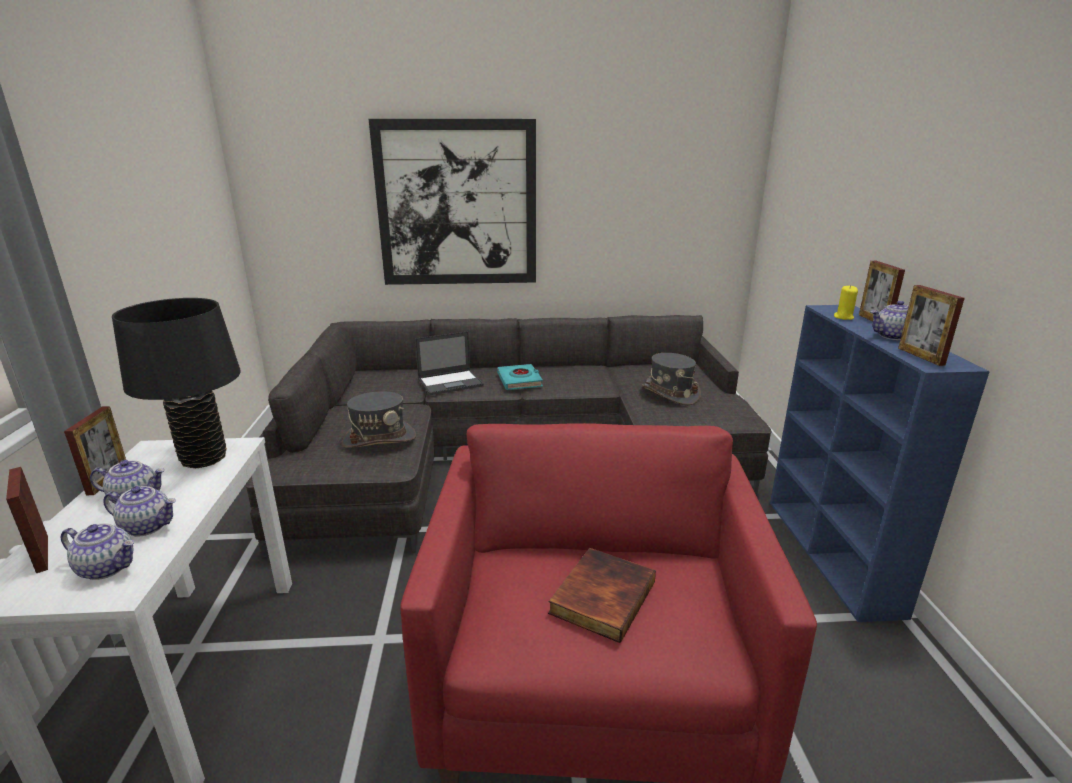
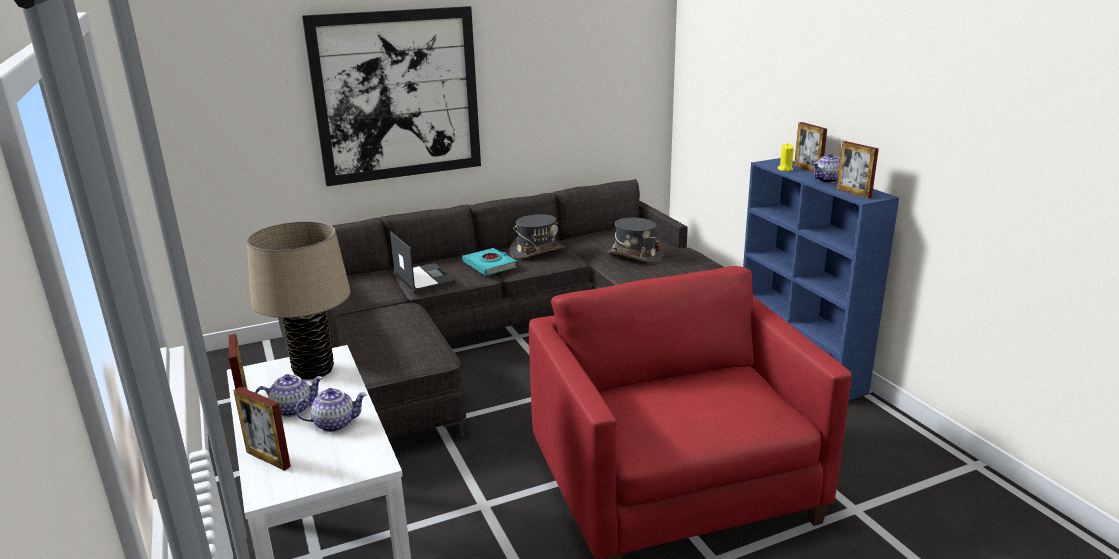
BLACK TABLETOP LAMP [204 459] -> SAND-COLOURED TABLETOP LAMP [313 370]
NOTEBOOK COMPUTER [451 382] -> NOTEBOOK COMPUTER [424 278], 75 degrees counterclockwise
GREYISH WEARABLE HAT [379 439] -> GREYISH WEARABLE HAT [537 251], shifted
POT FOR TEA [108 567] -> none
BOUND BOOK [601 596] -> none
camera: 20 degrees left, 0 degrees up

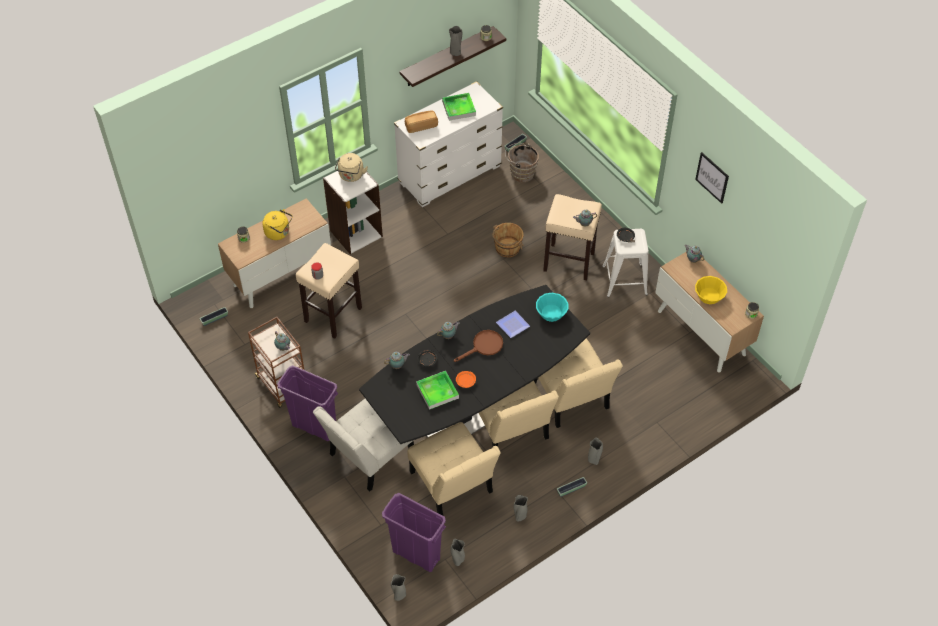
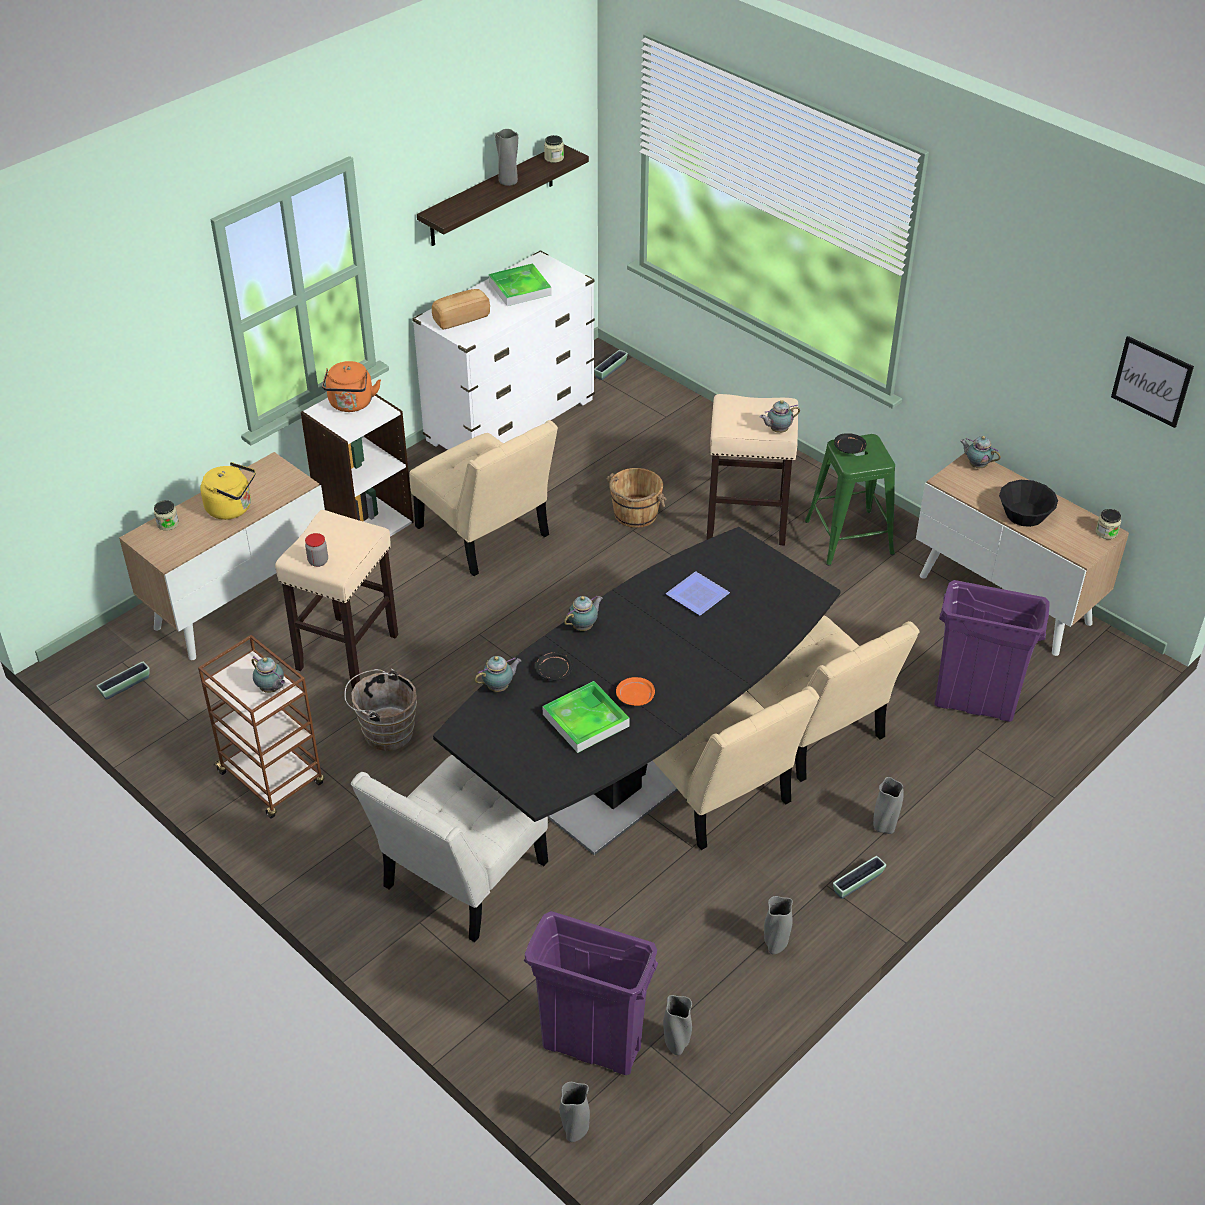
BROWN-COLOURED BUCKET [520 173] -> BROWN-COLOURED BUCKET [384 731], shifted
WALL ART [712 177] -> WALL ART [1152 381], shifted
SAND-COLOURED KETTLE [351 176] -> ORANGE KETTLE [351 404]
WHITISH SITTING STOOL [624 280] -> GREEN-COLOURED SITTING STOOL [849 537]
YELLOW SERVING BOWL [709 295] -> BLACK SERVING BOWL [1024 514]
TURQUOISE-COLOURED SERVING BOWL [551 313] -> none
BROWN-COLOURED FRYING PAN [484 346] -> none
PURPLE-COLOURED WASTE BIN [314 427] -> PURPLE-COLOURED WASTE BIN [975 704], shifted
SAND-COLOURED UPRIGHT CHAIR [453 486] -> SAND-COLOURED UPRIGHT CHAIR [486 536], shifted
camera: 10 degrees left, 10 degrees down

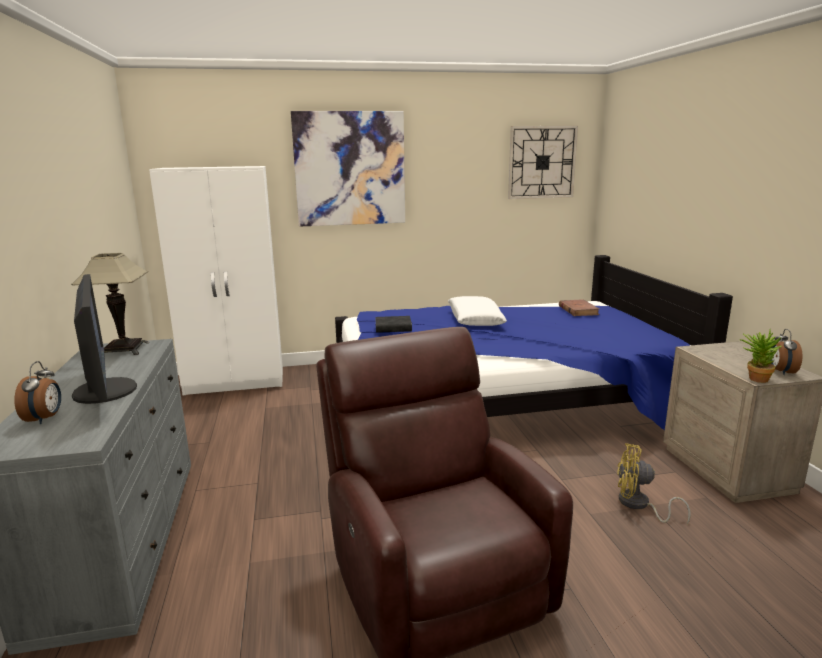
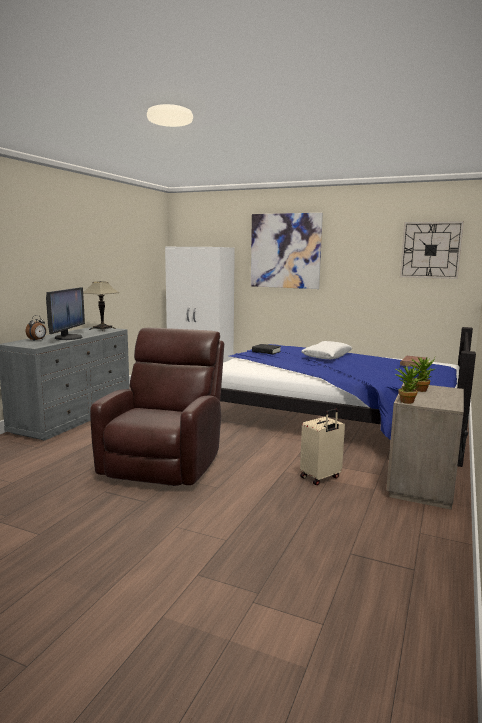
BEDSIDE CLOCK [781 372] -> none
YELLOW COOLING FAN [639 505] -> SAND-COLOURED PIECE OF LUGGAGE [321 477]
none -> POTTED PLANT [420 389]
camera: 35 degrees right, 5 degrees down

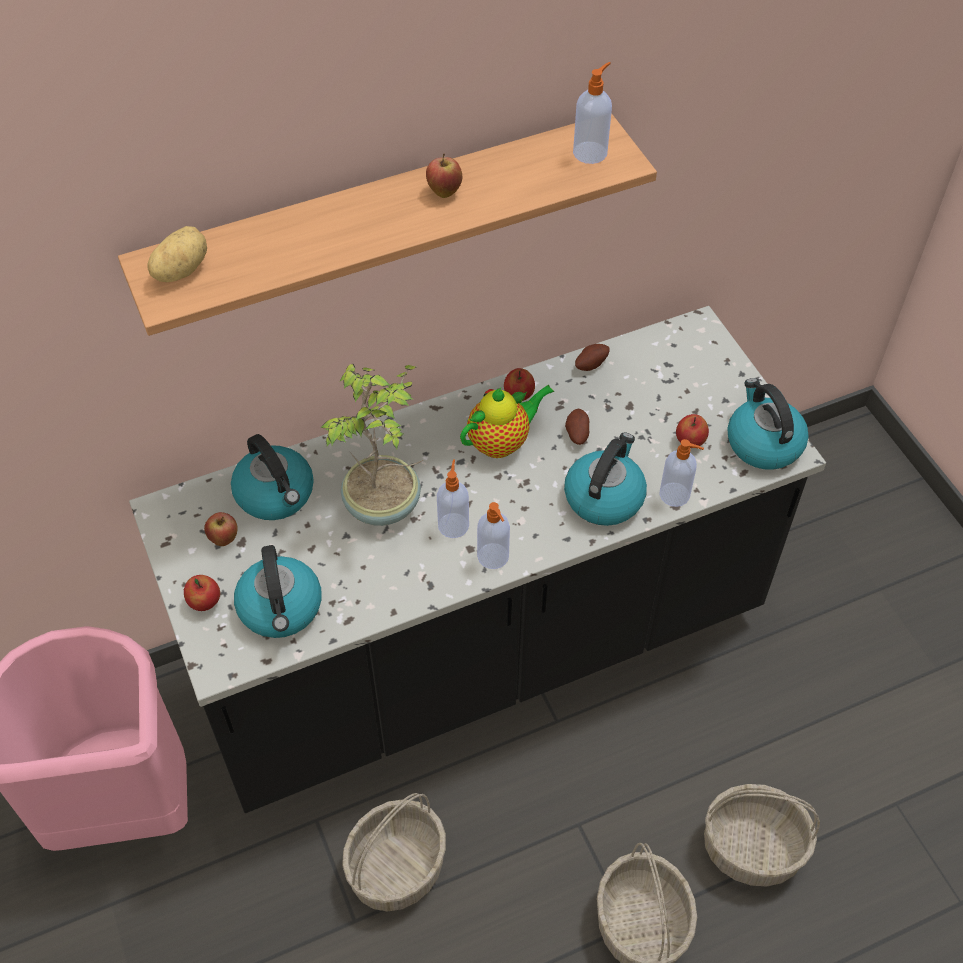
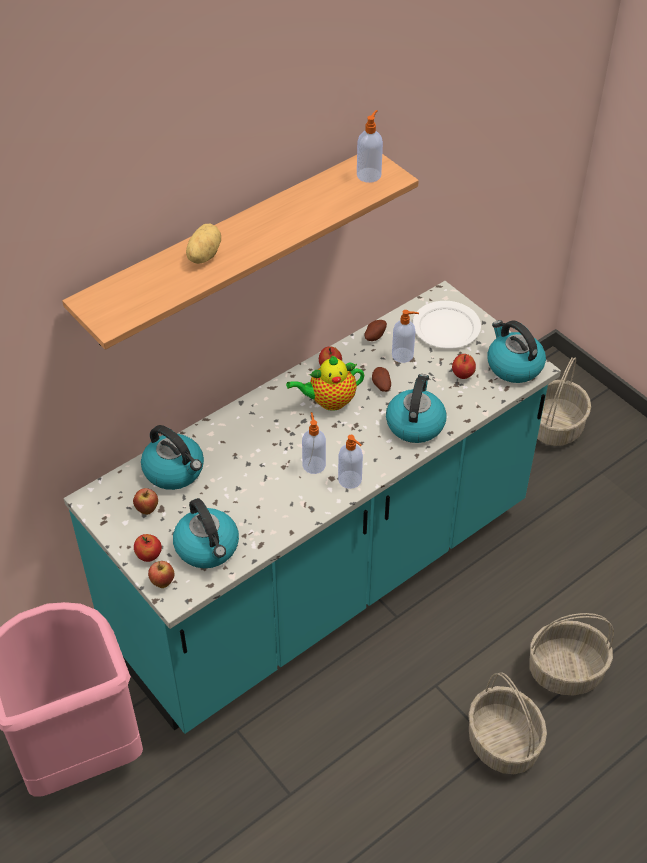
WHOLE APPLE [444 192] -> WHOLE APPLE [162 582], shifted
POTATO [180 270] -> POTATO [203 255], shifted
BLACK COUNTER [481 648] -> TURQUOISE-COLOURED COUNTER [323 577]
POTTED PLANT [384 505] -> none
POT FOR TEA [502 442] -> POT FOR TEA [329 401], 150 degrees counterclockwise
SOAP DISPENSER [675 495] -> SOAP DISPENSER [403 355], shifted
BASKET [397 866] -> BASKET [554 426], shifted
none -> WHITISH FLAT DISH [447 327]
camera: 15 degrees left, 5 degrees down

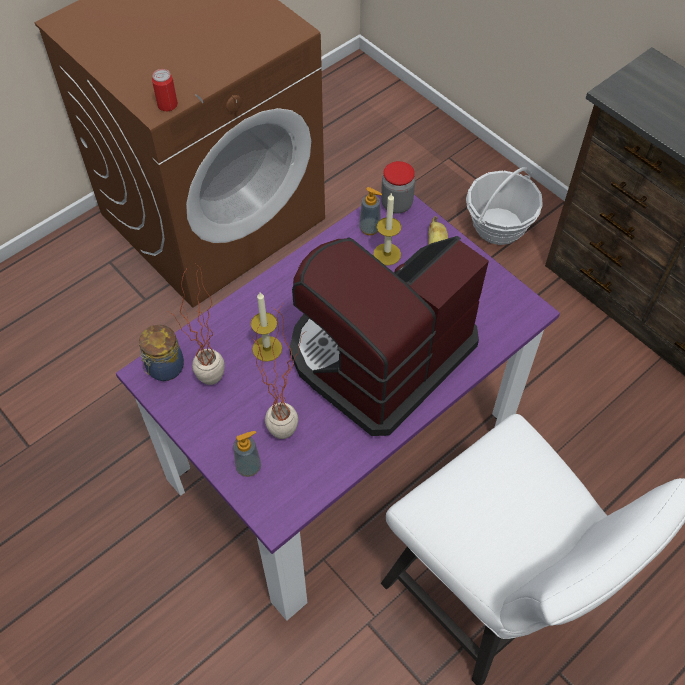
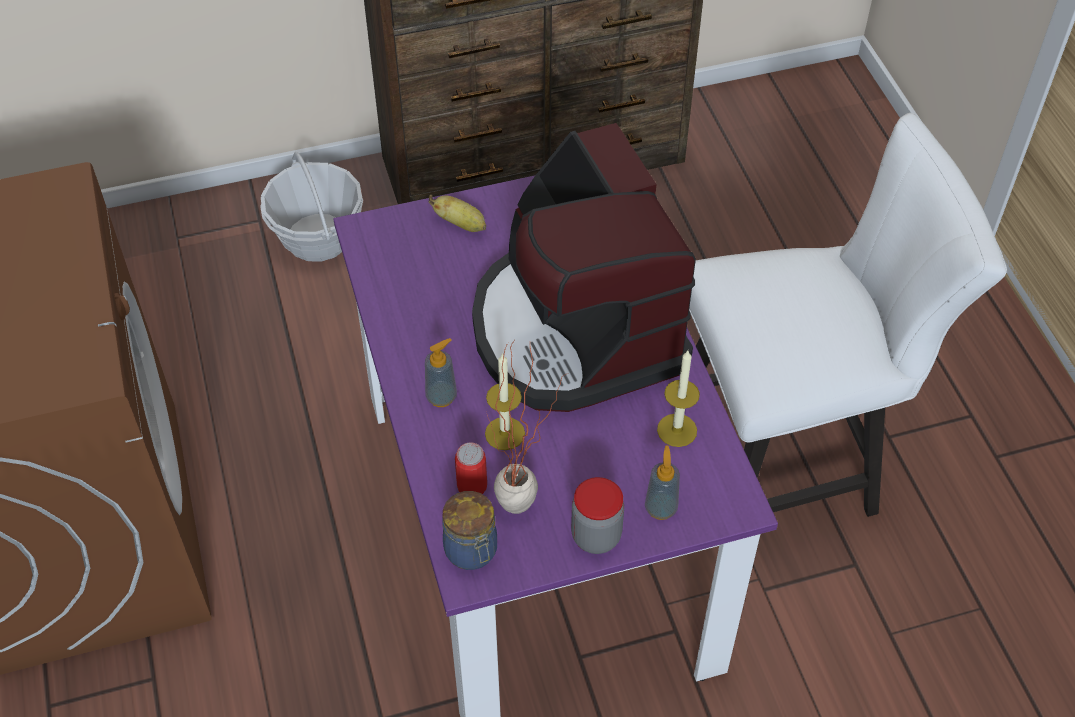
SEALED CAN [167 105] -> SEALED CAN [472 485], shifted
STORAGE JAR [396 204] -> STORAGE JAR [596 536], shifted
SOAP DISPENSER [369 228] -> SOAP DISPENSER [441 397], shifted
CANDLE [387 254] -> CANDLE [677 430], shifted
POTTED PLANT [289 424] -> none
camera: 65 degrees left, 5 degrees down

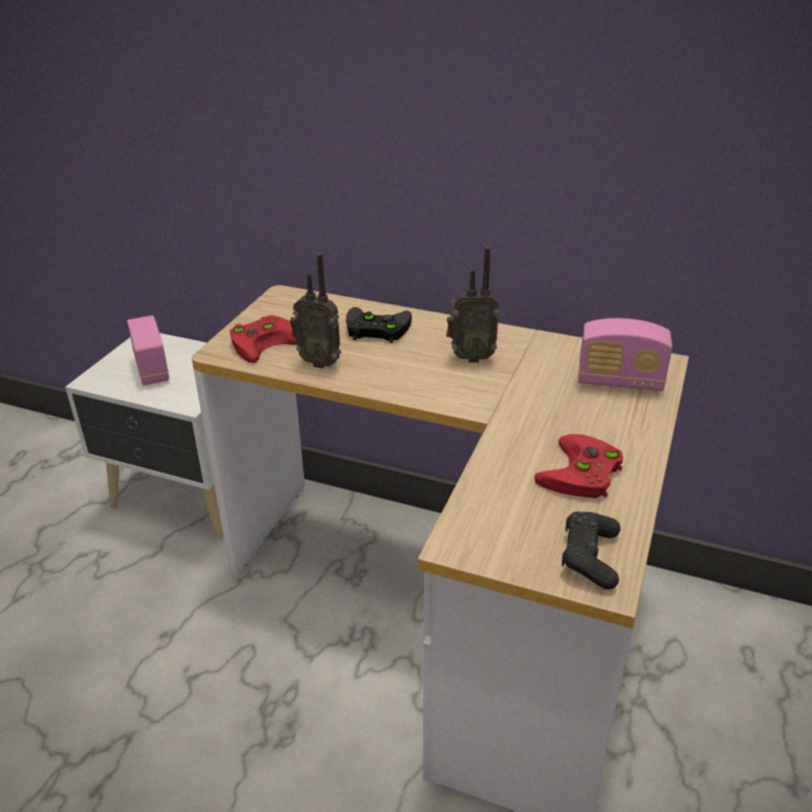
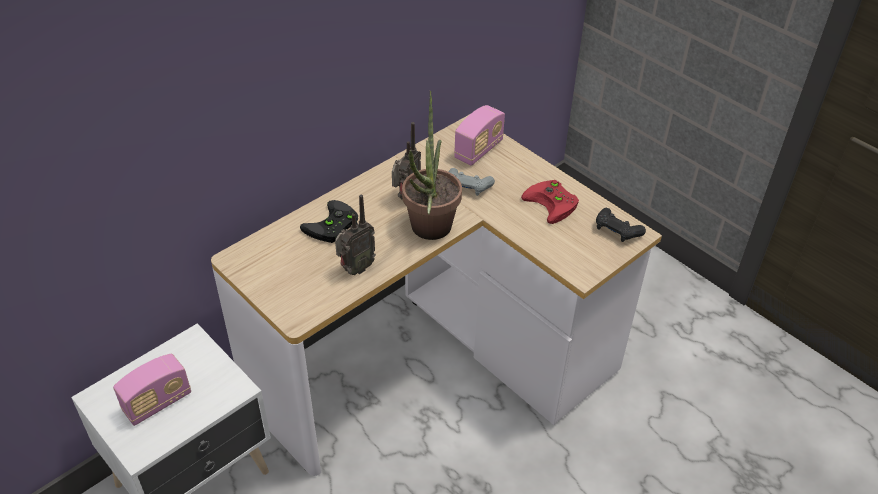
RADIO [152 369] -> RADIO [157 403], 135 degrees clockwise
REDDISH JOYPAD [265 341] -> none
none -> POTTED PLANT [428 232]
none -> GREYISH JOYPAD [468 187]
camera: 65 degrees left, 10 degrees up

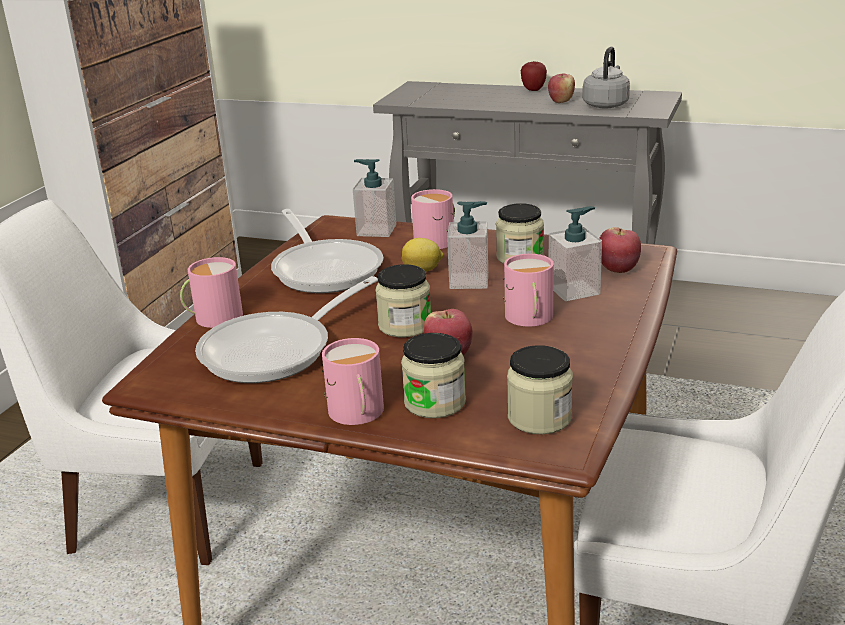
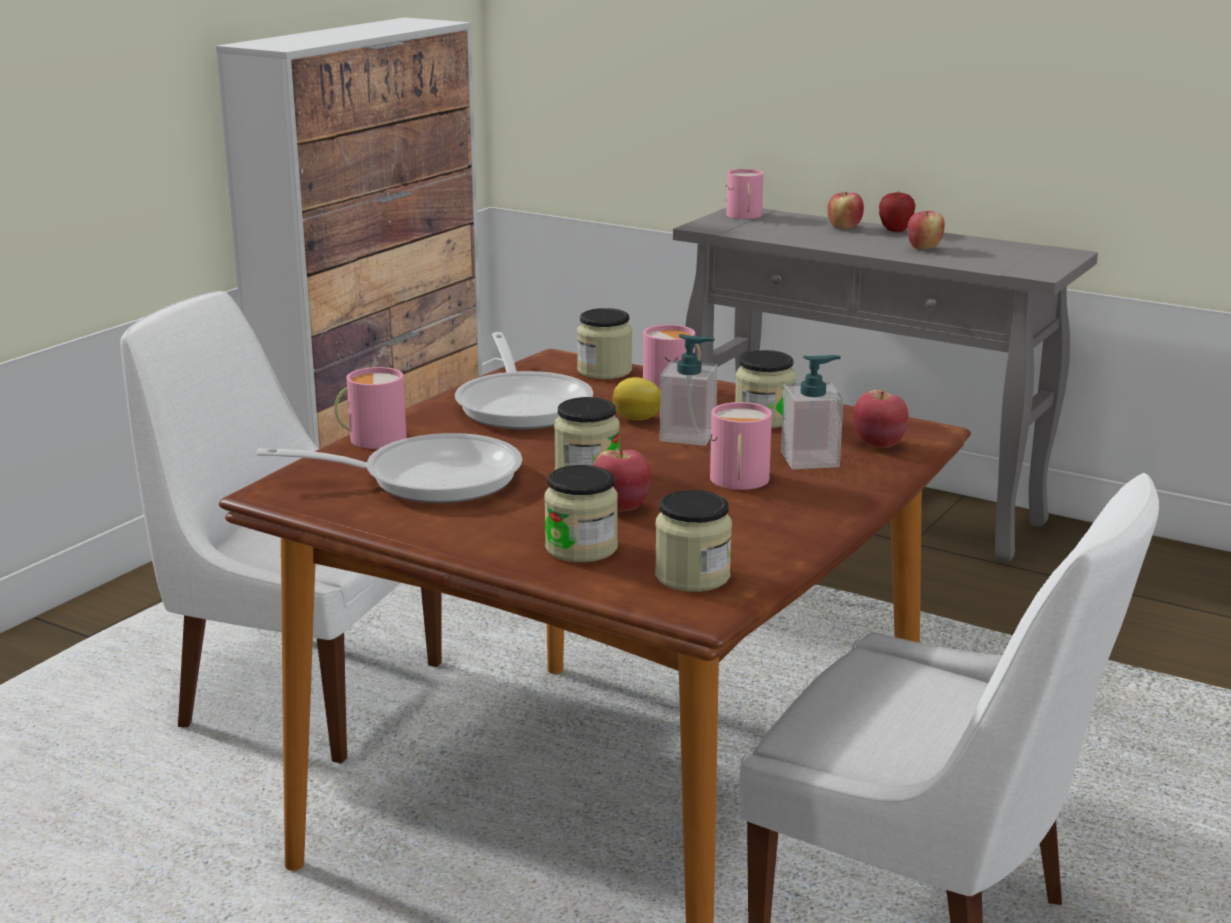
GREYISH KETTLE [606 104] -> none
SOAP DISPENSER [376 230] -> STORAGE JAR [604 371]
FRYING PAN [276 351] -> FRYING PAN [428 478], 150 degrees counterclockwise
PINK-COLOURED TEA MUG [356 413] -> PINK-COLOURED TEA MUG [744 215], shifted
none -> WHOLE APPLE [844 227]
camera: 10 degrees right, 5 degrees down

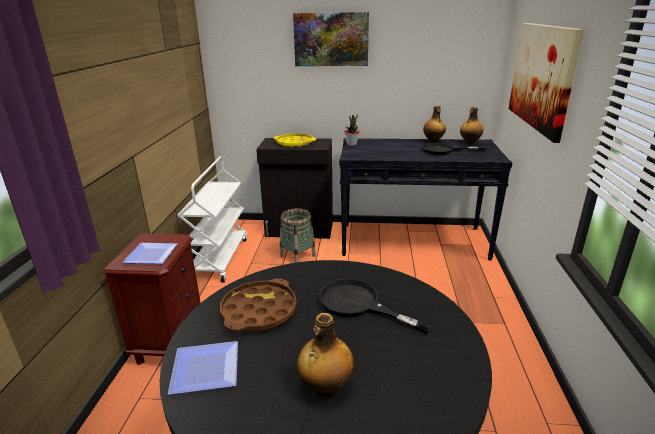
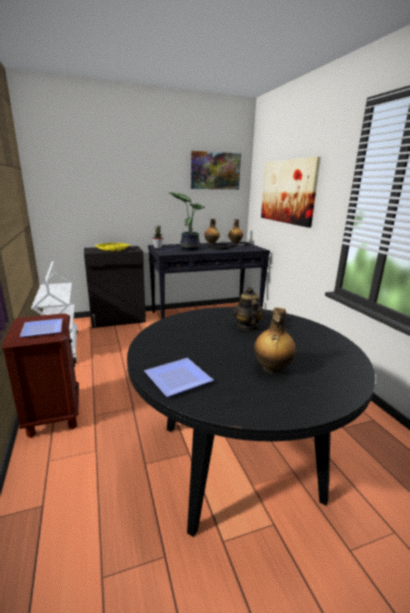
WALL ART [331 39] -> WALL ART [215 171], shifted
BASKET [298 256] -> none
BROWN-COLOURED TRAY [259 311] -> none
BLACK FRYING PAN [358 304] -> POT FOR TEA [247 327]
none -> POTTED PLANT [189 248]
camera: 25 degrees left, 5 degrees down

